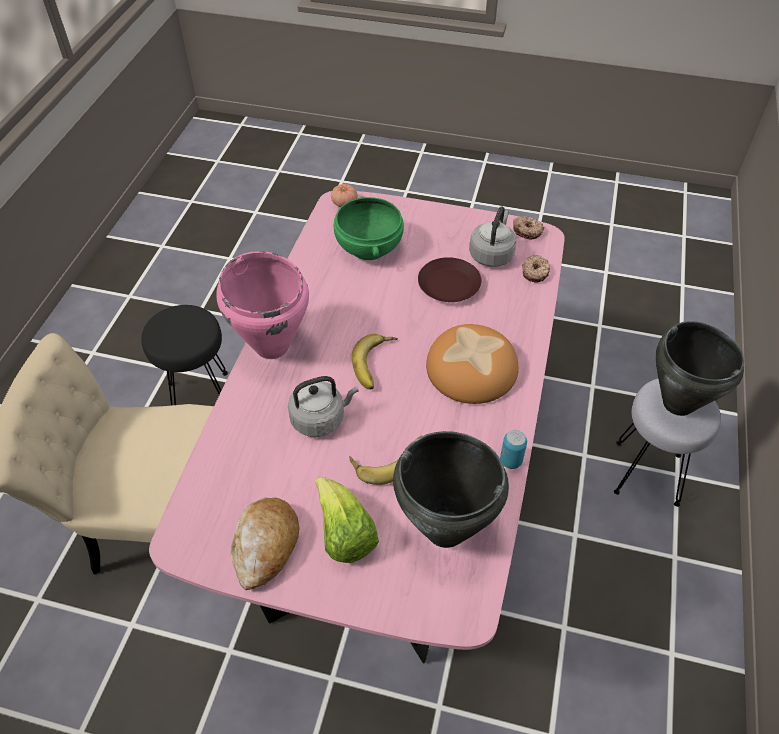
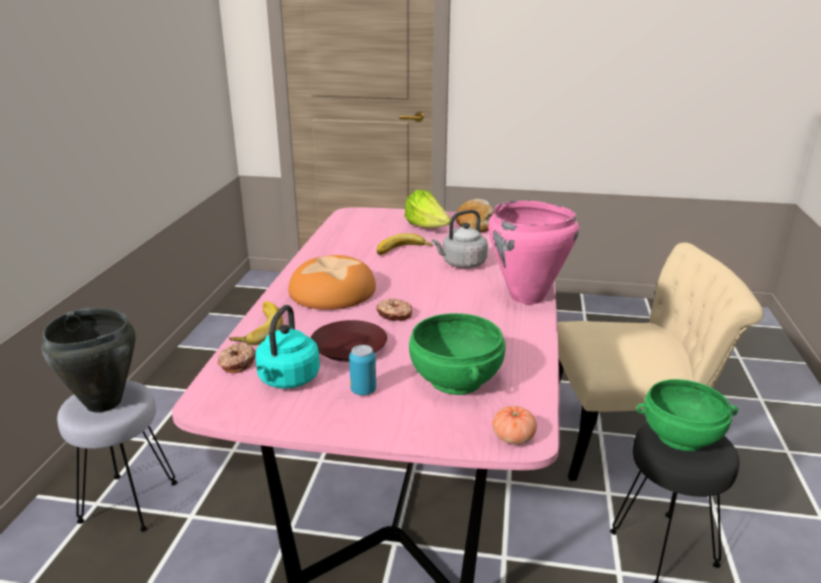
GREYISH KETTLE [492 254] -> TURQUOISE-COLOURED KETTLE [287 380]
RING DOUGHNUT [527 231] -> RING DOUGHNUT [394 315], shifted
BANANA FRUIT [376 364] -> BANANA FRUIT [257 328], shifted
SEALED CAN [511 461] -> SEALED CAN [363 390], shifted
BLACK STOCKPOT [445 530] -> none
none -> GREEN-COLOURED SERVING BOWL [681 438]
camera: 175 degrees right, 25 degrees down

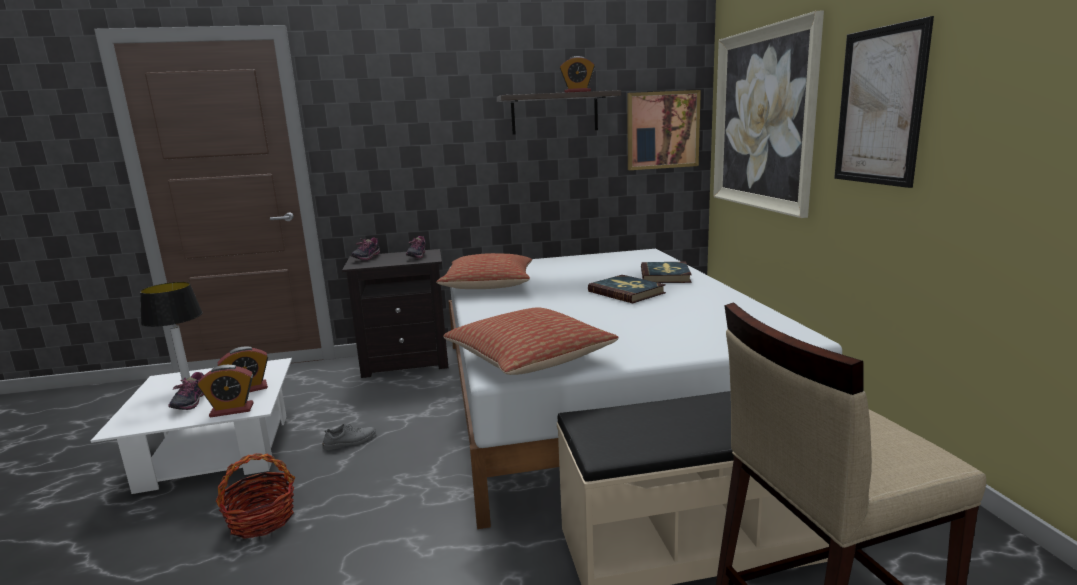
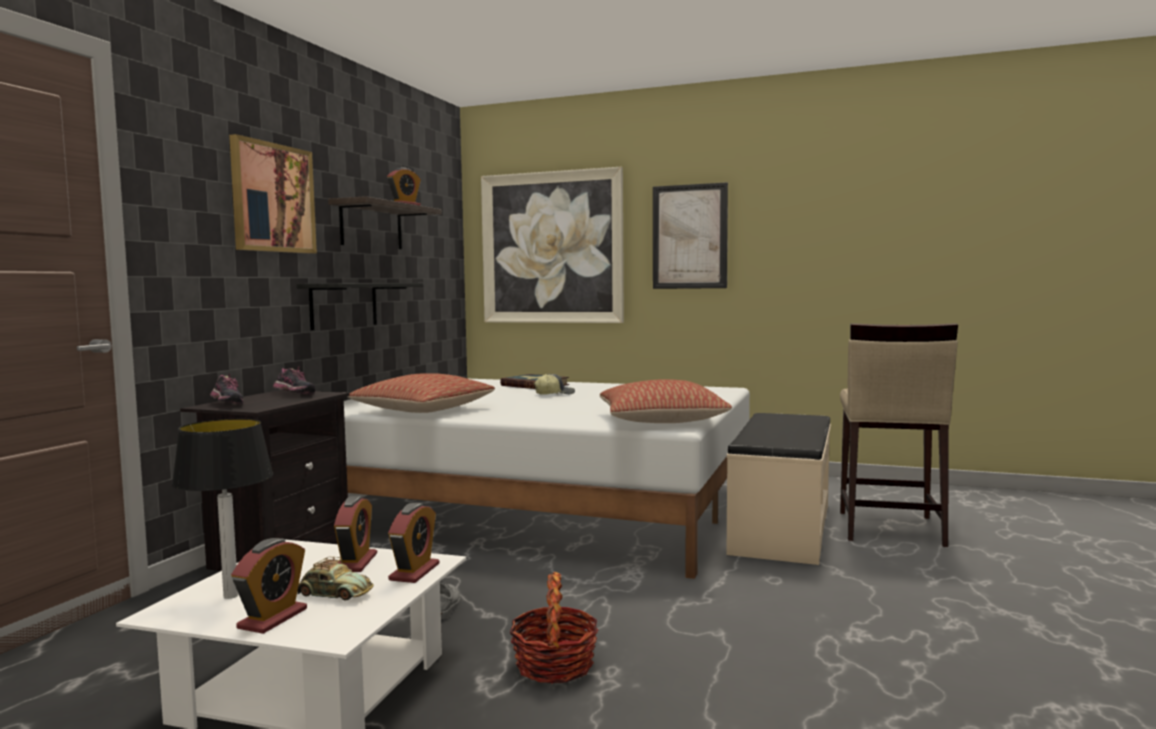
WALL ART [662 130] -> WALL ART [272 198], shifted
BOUND BOOK [626 292] -> CAP [554 394]
LOW SHOE [190 403] -> TOY CAR [333 593]
none -> BLACK BRACKET SHELF [344 305]
none -> BEDSIDE CLOCK [272 618]
camera: 60 degrees left, 10 degrees down

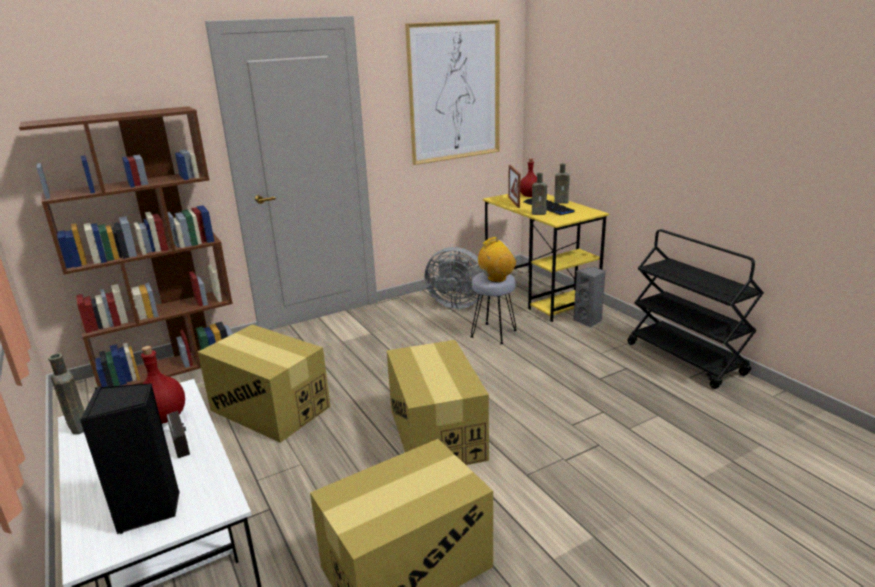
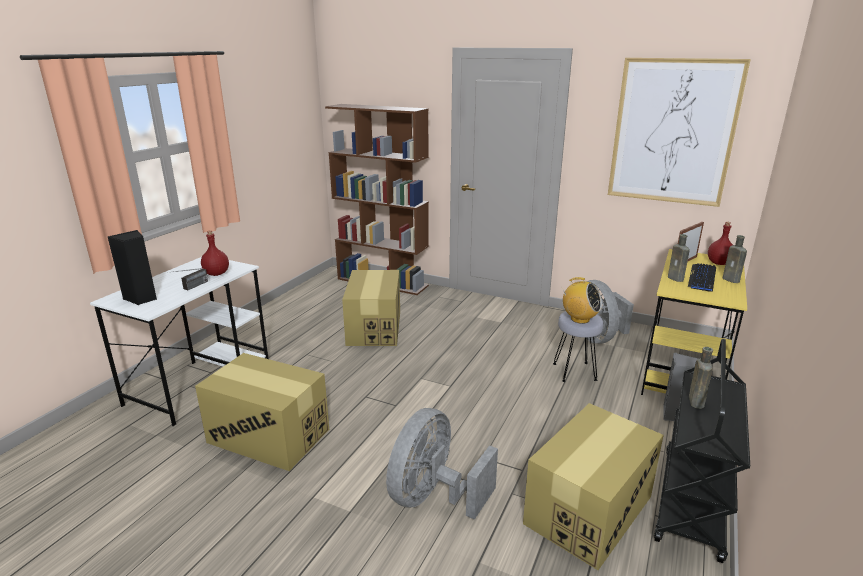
PACKING BOX [436 433] -> PACKING BOX [588 509], shifted
BROWN-COLOURED BOTTLE [78 425] -> BROWN-COLOURED BOTTLE [695 401], shifted
none -> GREYISH COOLING FAN [433 497]
camera: 55 degrees right, 0 degrees up

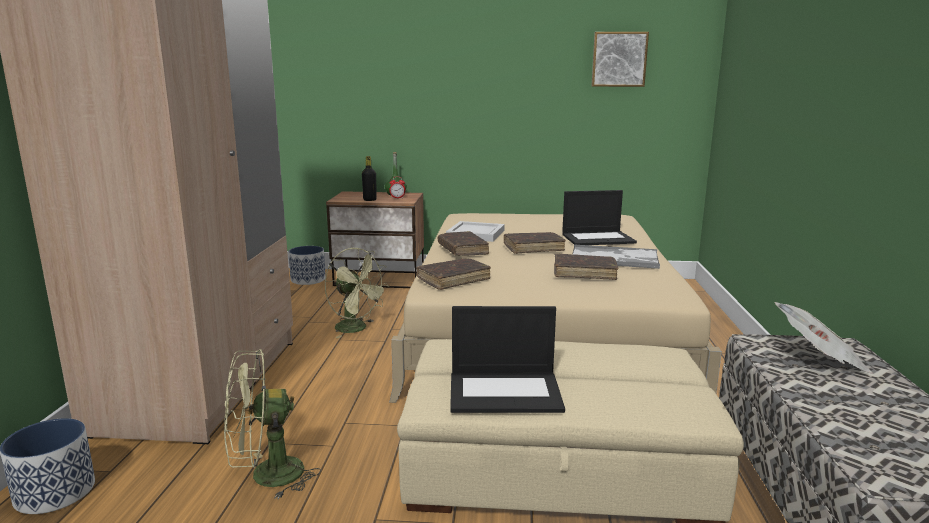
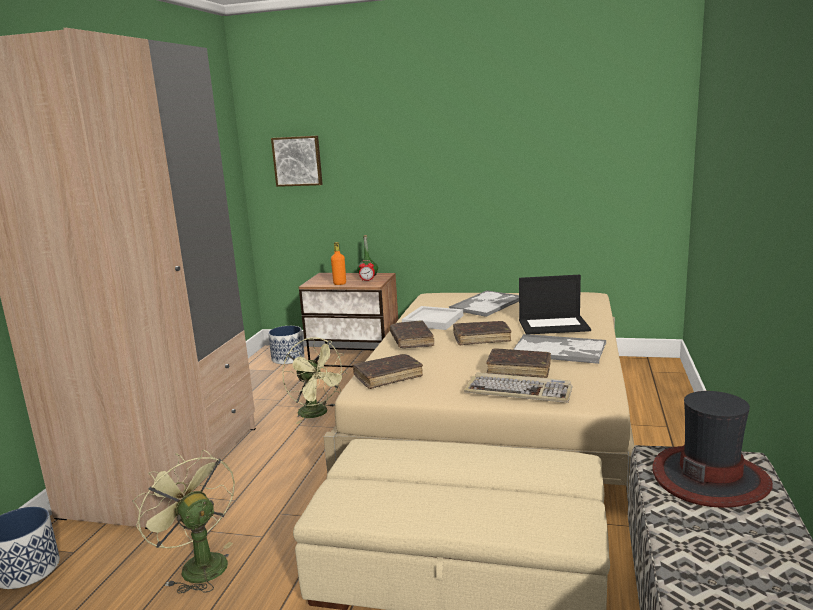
WALL ART [619 59] -> WALL ART [298 161], shifted
BLACK BOTTLE [369 200] -> ORANGE BOTTLE [339 284]
NEWSPAPER [819 359] -> WEARABLE HAT [710 478]
NOTEBOOK COMPUTER [506 392] -> none
GREEN-COLOURED COOLING FAN [266 477] -> GREEN-COLOURED COOLING FAN [197 565], 60 degrees clockwise
none -> TRAY [487 304]
none -> PC KEYBOARD [519 391]
camera: 10 degrees right, 0 degrees up

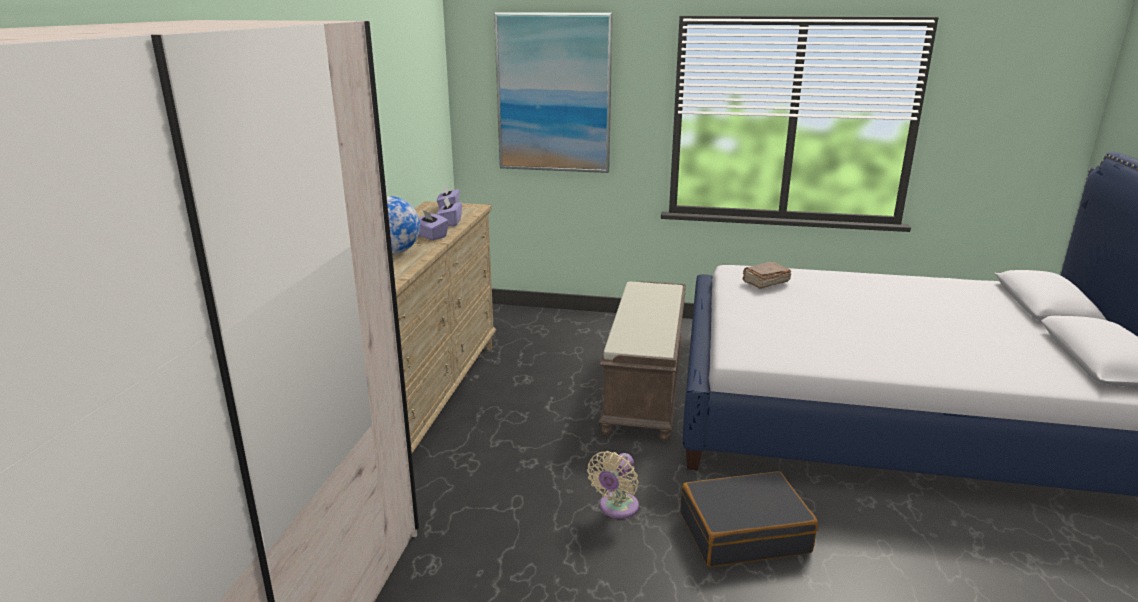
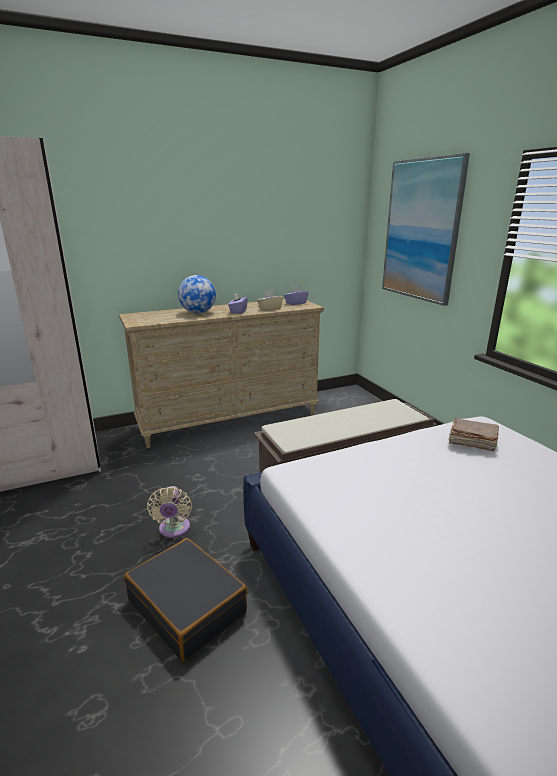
PURPLE-COLOURED BOX OF TISSUES [450 222] -> SAND-COLOURED BOX OF TISSUES [270 309]
SAND-COLOURED COOLING FAN [616 508] -> SAND-COLOURED COOLING FAN [174 530], 90 degrees counterclockwise
camera: 55 degrees right, 0 degrees up

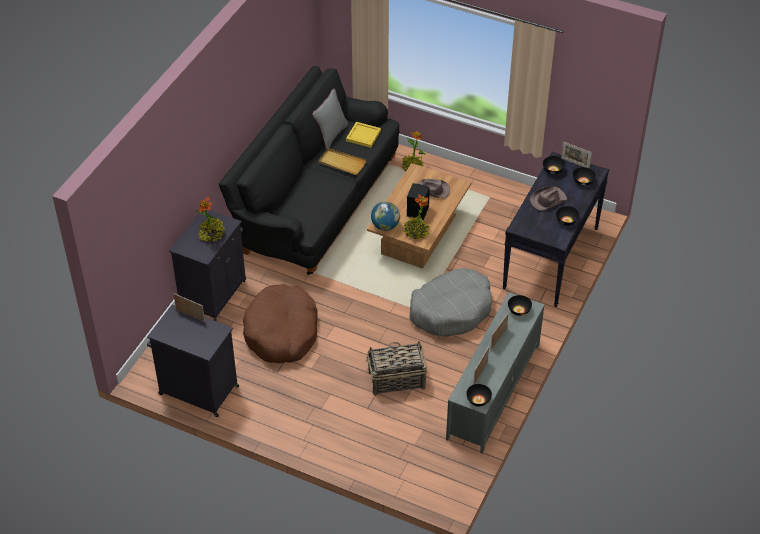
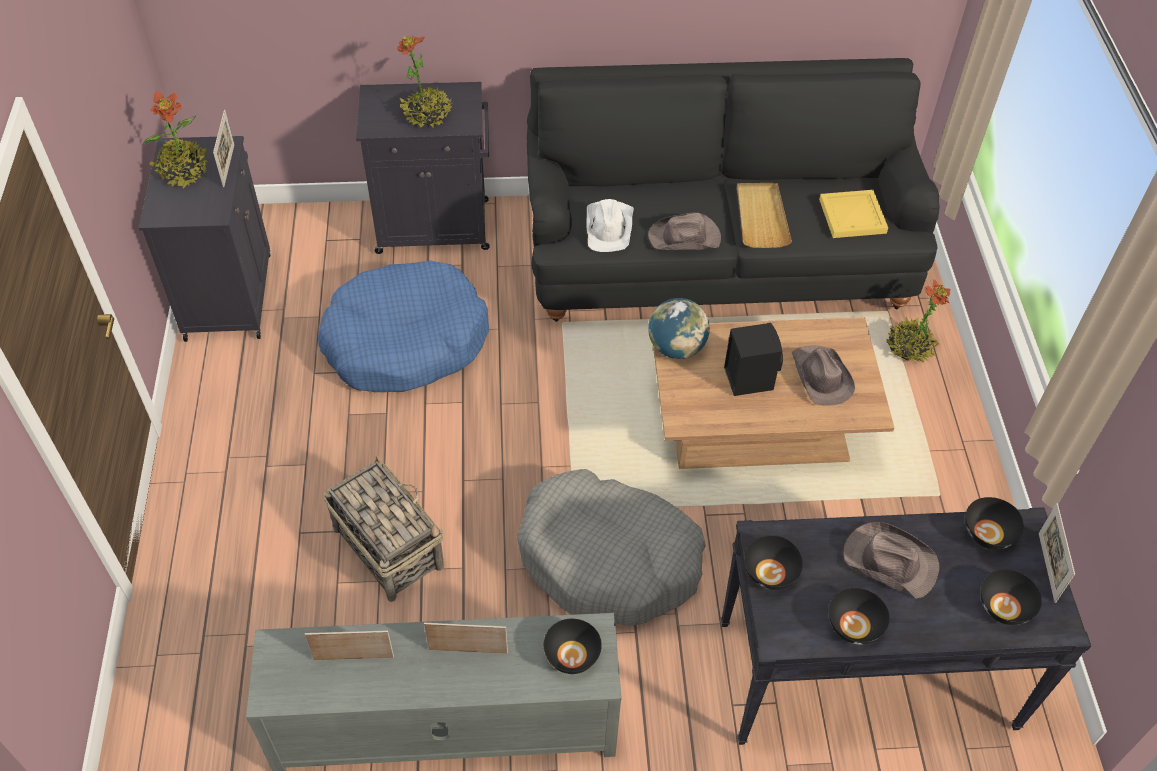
GREYISH PILLOW [331 135] -> none
POTTED PLANT [416 232] -> POTTED PLANT [183 171], shifted
BROWN-COLOURED DOG CUSHION [282 332] -> BLUISH DOG CUSHION [405 341]
BLACK SERVING BOWL [478 400] -> BLACK SERVING BOWL [770 572], shifted
none -> WHITISH WEARABLE HAT [609 227]
none -> BROWN-COLOURED WEARABLE HAT [685 238]
camera: 60 degrees right, 5 degrees up

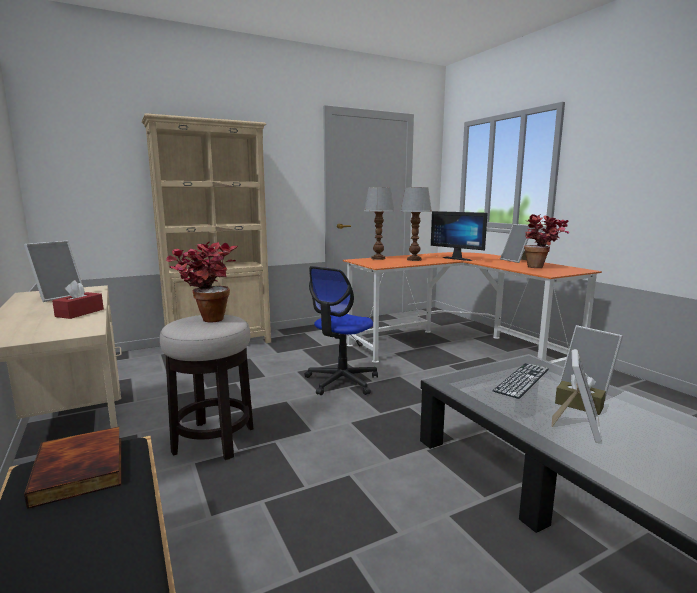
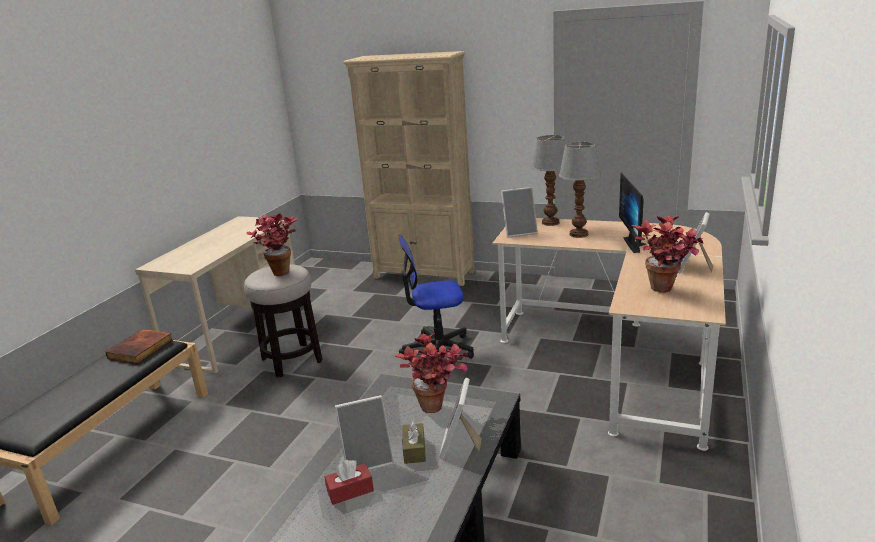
STANDING FRAME [58 296] -> STANDING FRAME [519 232], shifted
ORANGE DESK [458 348] -> SAND-COLOURED DESK [620 358]
REDDISH BOX OF TISSUES [80 313] -> REDDISH BOX OF TISSUES [350 491], shifted
PC KEYBOARD [522 380] -> POTTED PLANT [438 410]
camera: 50 degrees right, 10 degrees up

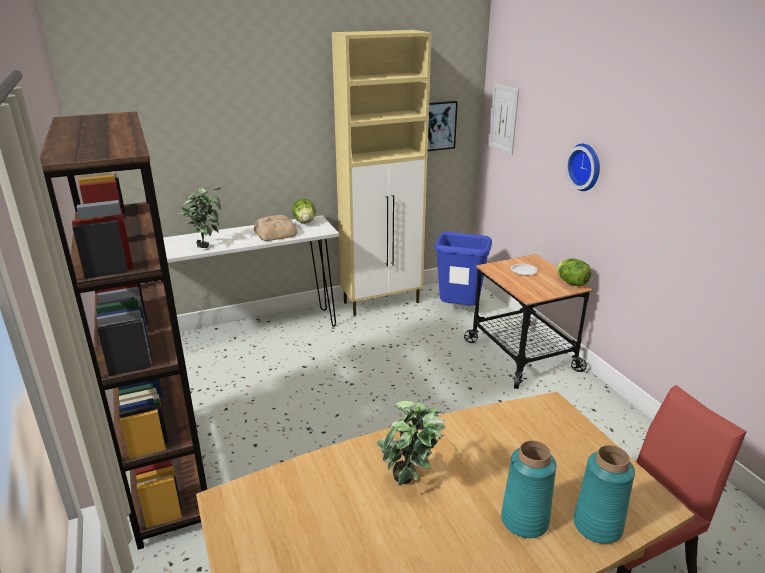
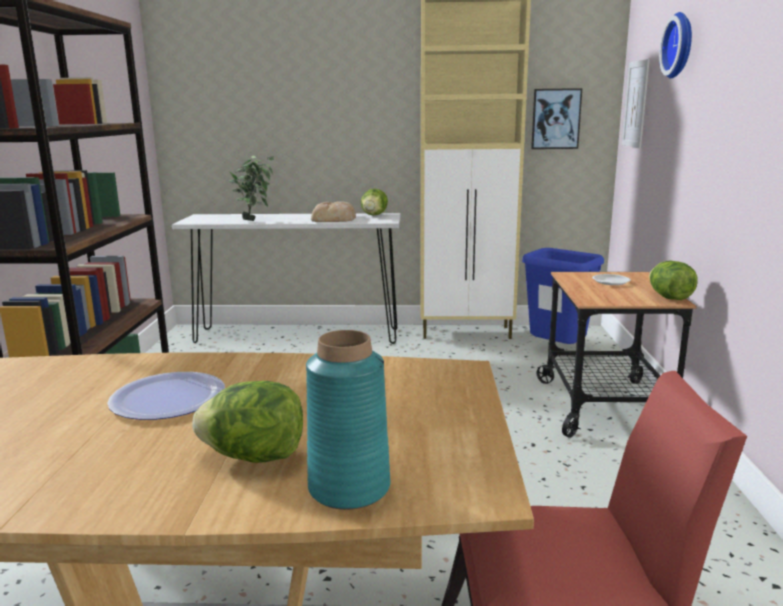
HANGING CLOCK [586 167] -> HANGING CLOCK [681 45], shifted
POTTED PLANT [410 487] -> FLAT DISH [168 398]
TURQUOISE-COLOURED FLOWER VASE [525 520] -> LETTUCE HEAD [255 457]
camera: 25 degrees right, 10 degrees down

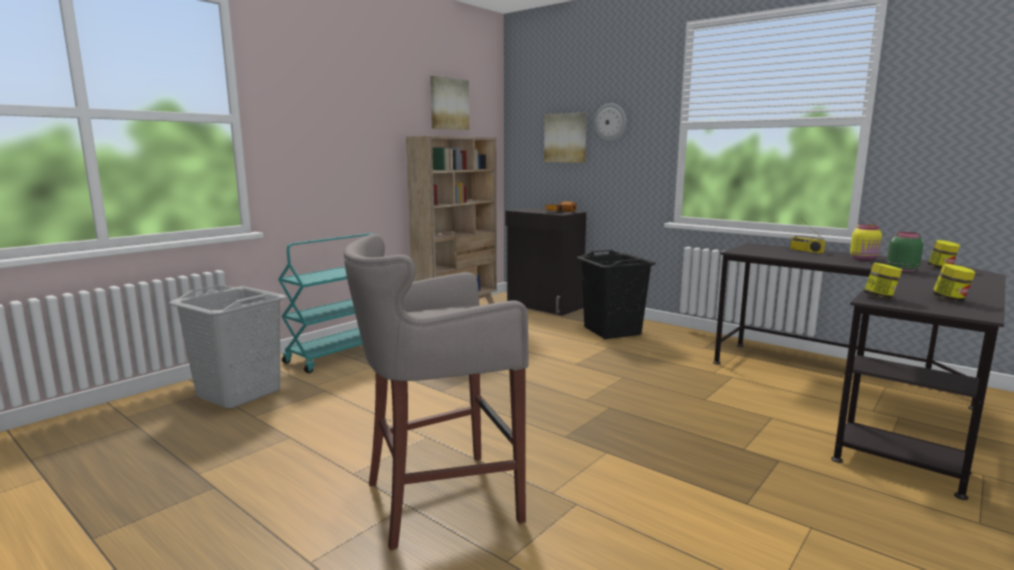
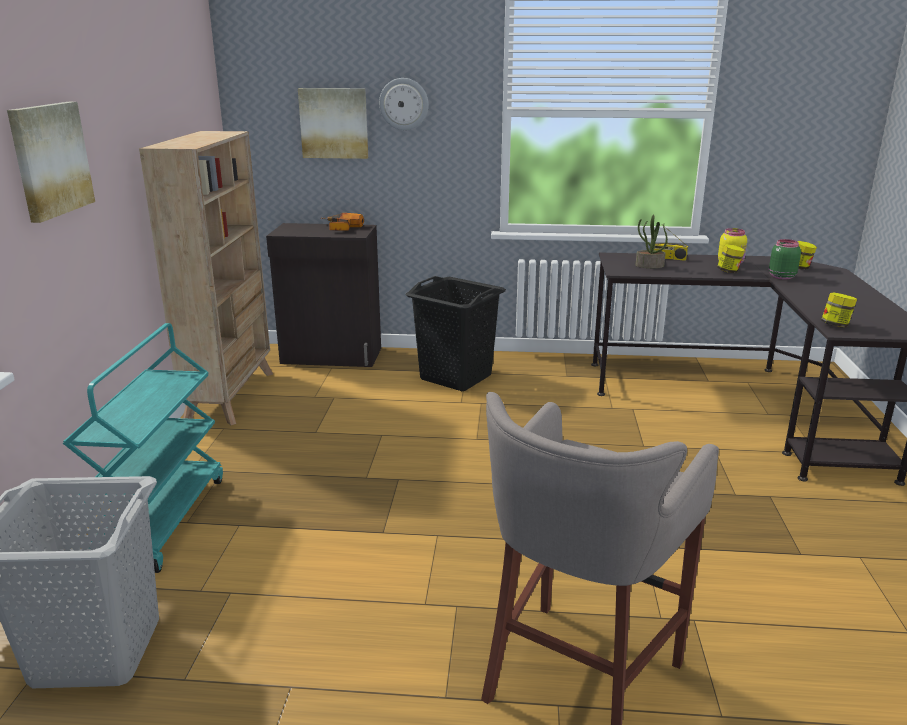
WALL ART [449 104] -> WALL ART [50 159], shifted
STORAGE JAR [950 300] -> STORAGE JAR [729 271], shifted
none -> POTTED PLANT [649 266]
camera: 35 degrees left, 10 degrees up

